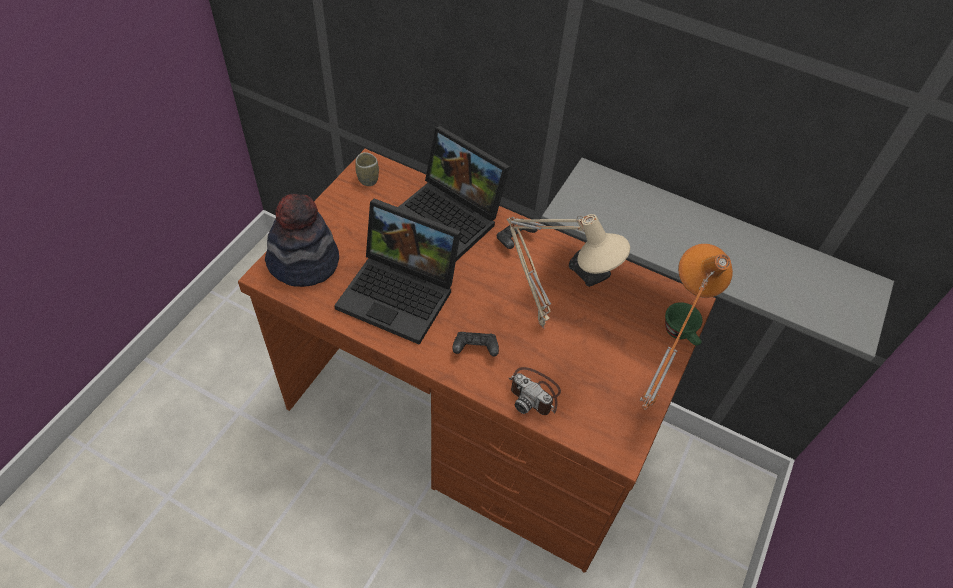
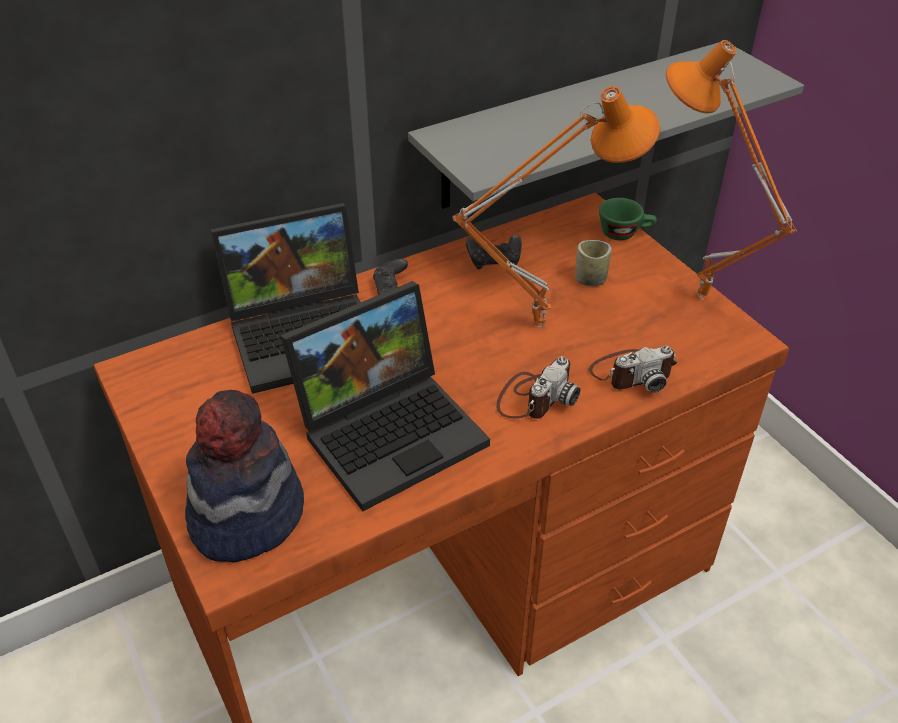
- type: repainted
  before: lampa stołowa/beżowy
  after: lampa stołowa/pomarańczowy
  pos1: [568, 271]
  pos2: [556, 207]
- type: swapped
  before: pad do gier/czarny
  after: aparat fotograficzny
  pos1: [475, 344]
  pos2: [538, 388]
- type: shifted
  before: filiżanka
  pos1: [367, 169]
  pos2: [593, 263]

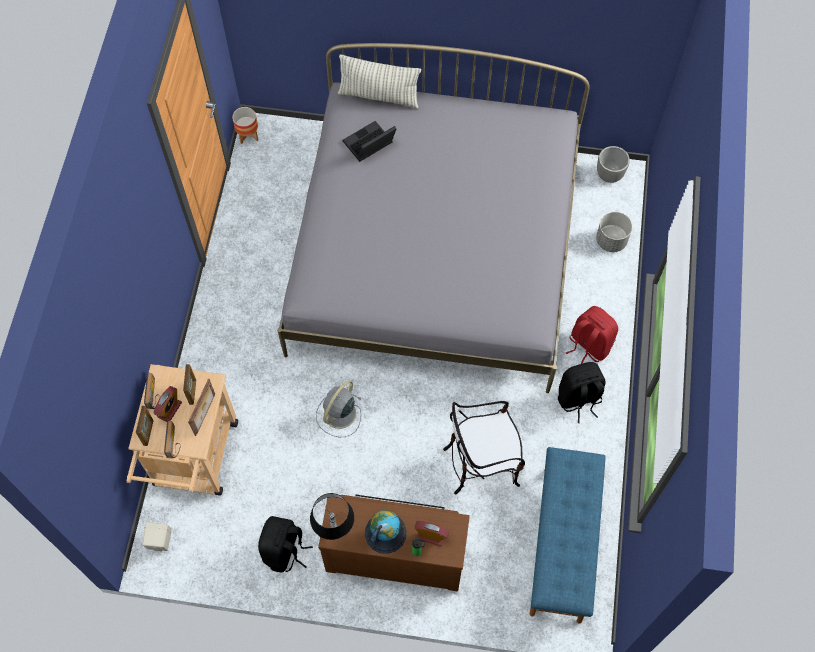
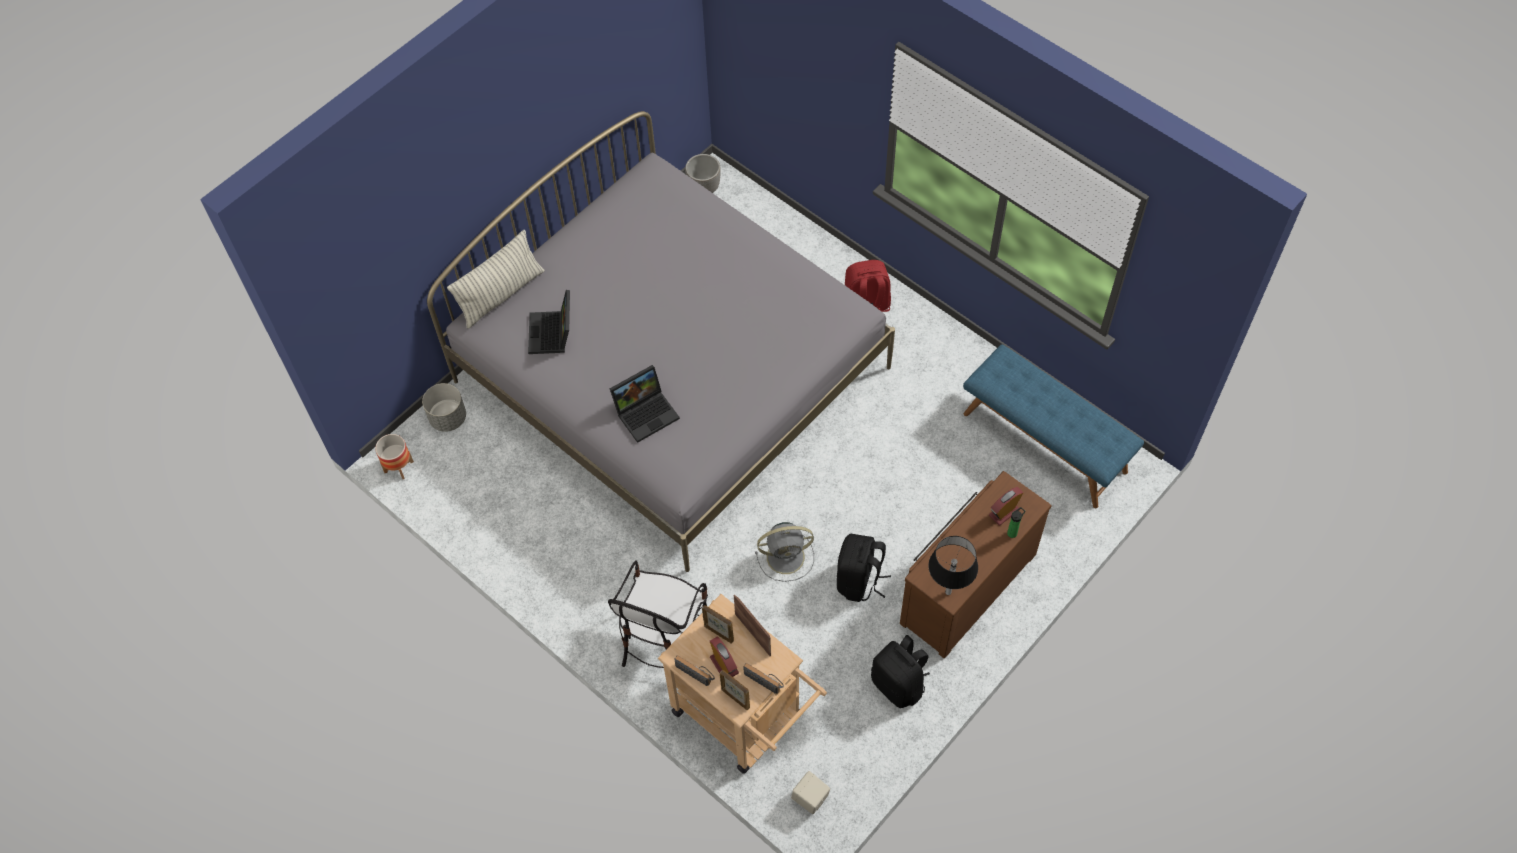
- type: shifted
  before: donica/szary
  pos1: [614, 232]
  pos2: [444, 407]
- type: shifted
  before: krzesło
  pos1: [484, 448]
  pos2: [658, 614]
- type: new
  after: laptop
  pos2: [645, 404]
- type: rotated
  before: wentylator/szary
  pos1: [338, 408]
  pos2: [784, 552]
  turn: -75
- type: shifted
  before: plecak/czarny
  pos1: [582, 392]
  pos2: [864, 568]
- type: gone
  before: globus
  pos1: [386, 532]

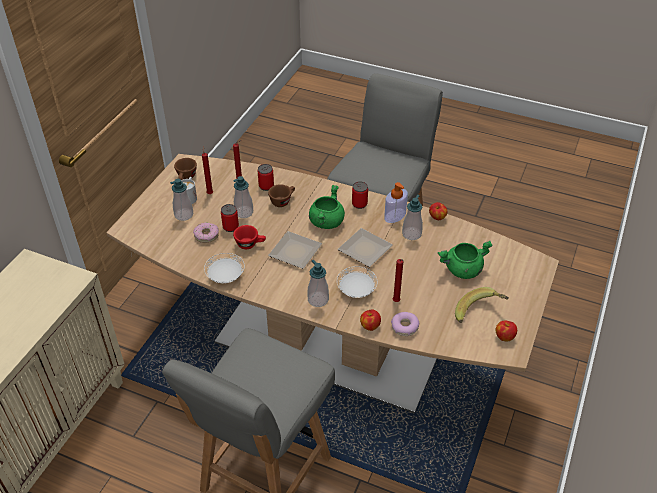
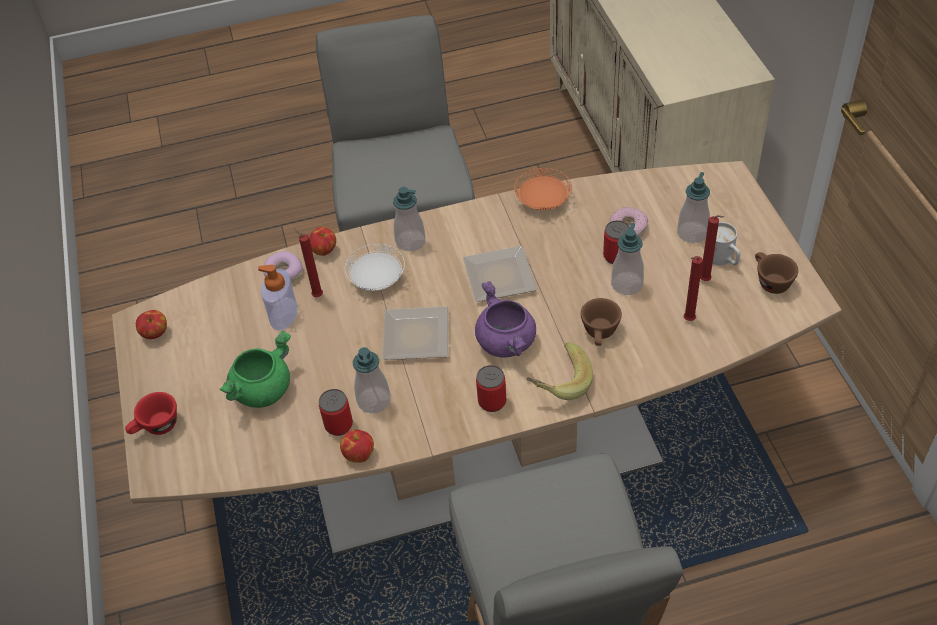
- type: shifted
  before: filiżanka/czerwony
  pos1: [249, 237]
  pos2: [151, 413]
- type: shifted
  before: dozownik mydła
  pos1: [396, 202]
  pos2: [278, 298]
- type: shifted
  before: puszka
  pos1: [266, 177]
  pos2: [336, 412]
- type: repainted
  before: garnek/zielony
  after: garnek/fioletowy
  pos1: [327, 207]
  pos2: [505, 319]
- type: repainted
  before: talerz/biały
  after: talerz/pomarańczowy
  pos1: [224, 268]
  pos2: [543, 189]
- type: shifted
  before: banan
  pos1: [482, 305]
  pos2: [560, 371]

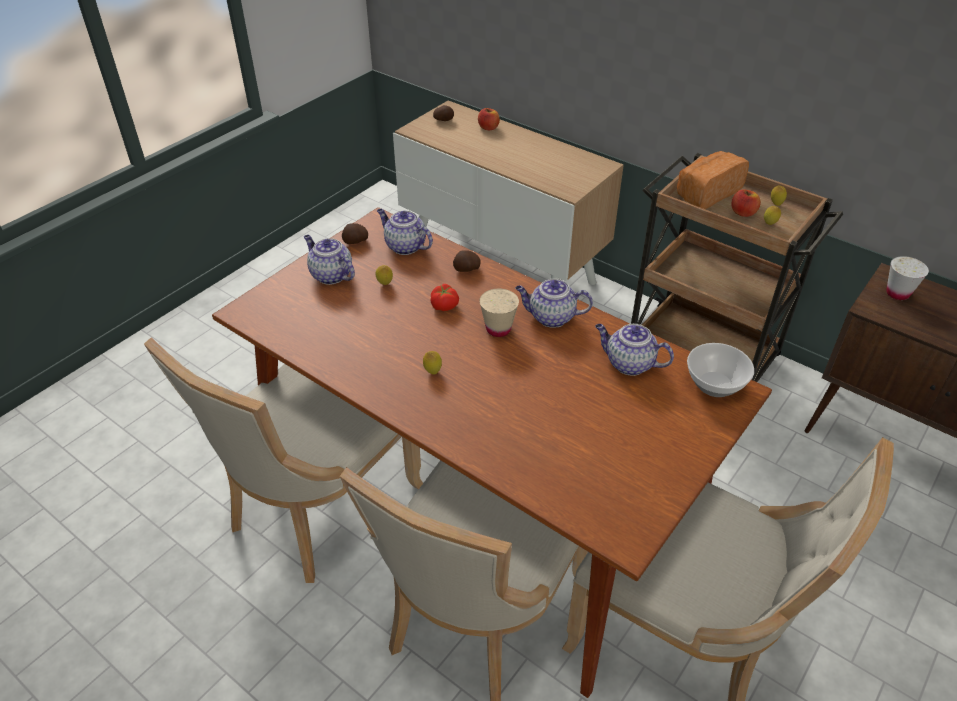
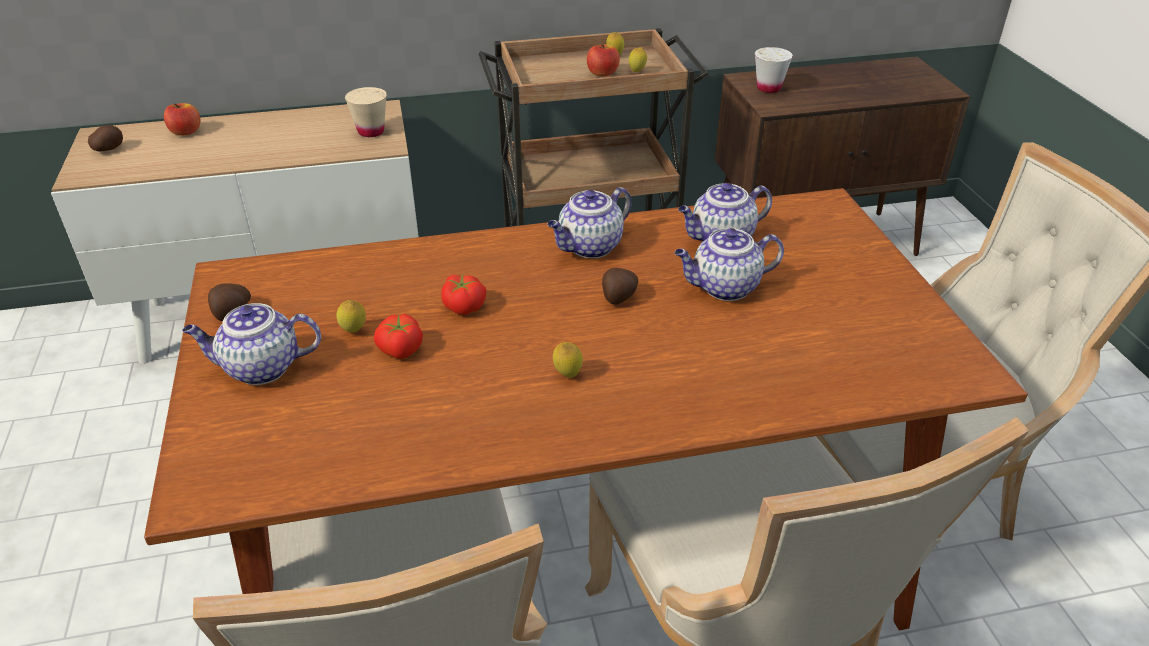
- type: shifted
  before: filiżanka/beżowy
  pos1: [499, 313]
  pos2: [366, 112]
- type: new
  after: pomidor
  pos2: [398, 336]
- type: shifted
  before: ziemniak
  pos1: [467, 261]
  pos2: [620, 286]
- type: shifted
  before: imbryk
  pos1: [405, 232]
  pos2: [729, 264]
- type: gone
  before: chleb
  pos1: [713, 180]
- type: gone
  before: miska
  pos1: [720, 370]

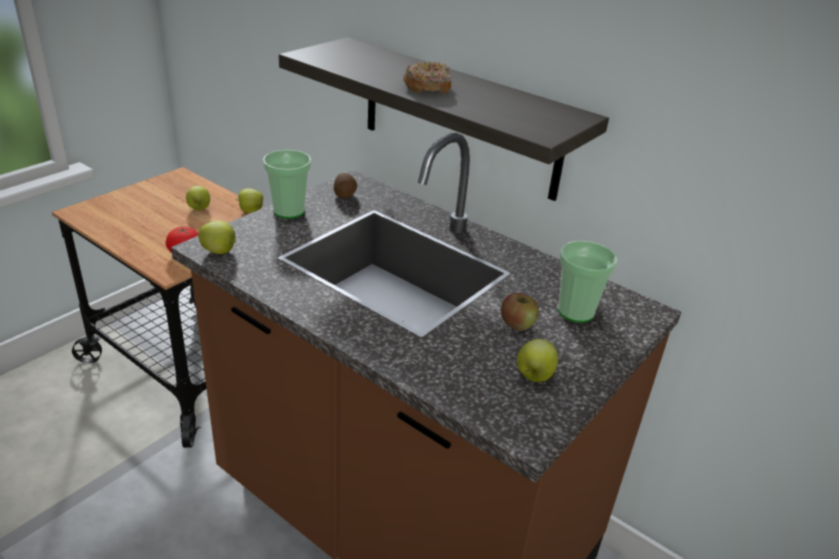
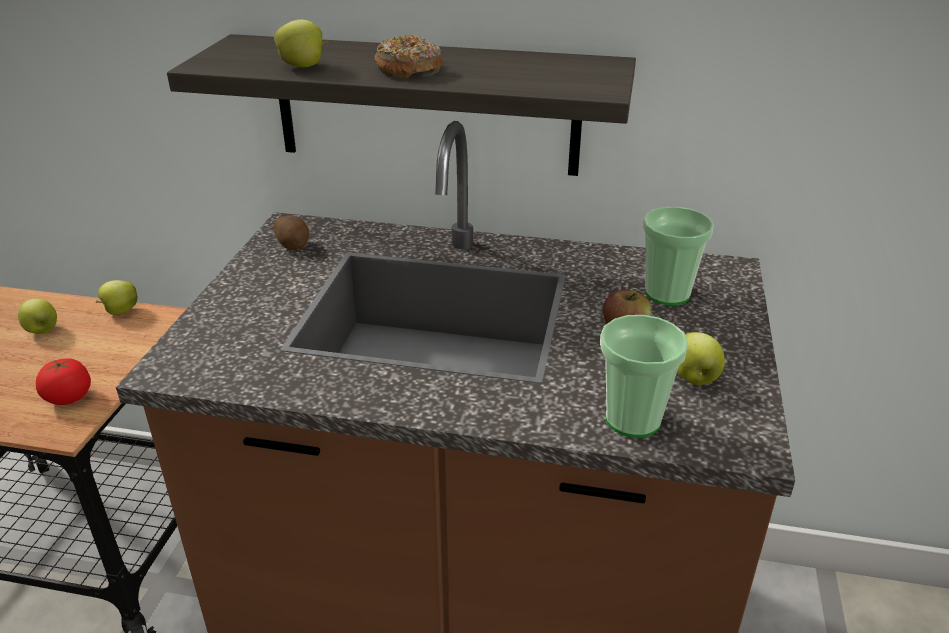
- type: shifted
  before: jabłko
  pos1: [217, 237]
  pos2: [301, 43]
- type: shifted
  before: filiżanka
  pos1: [287, 184]
  pos2: [644, 376]

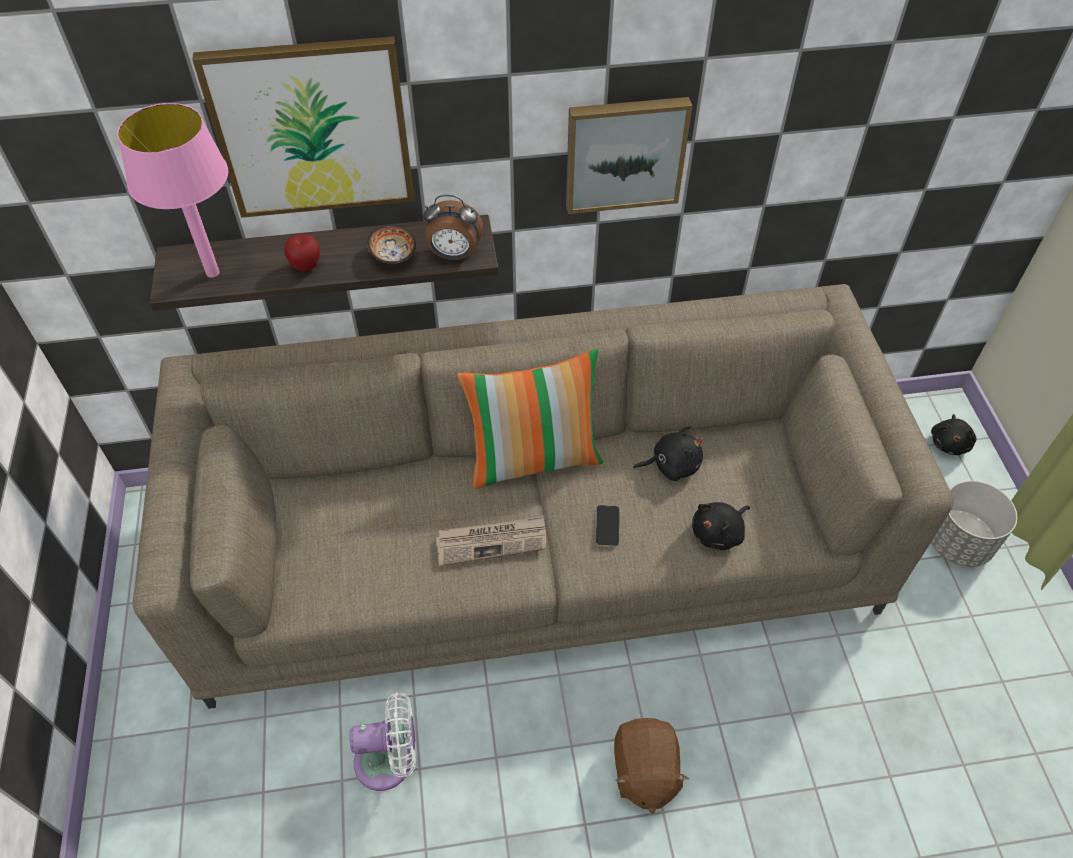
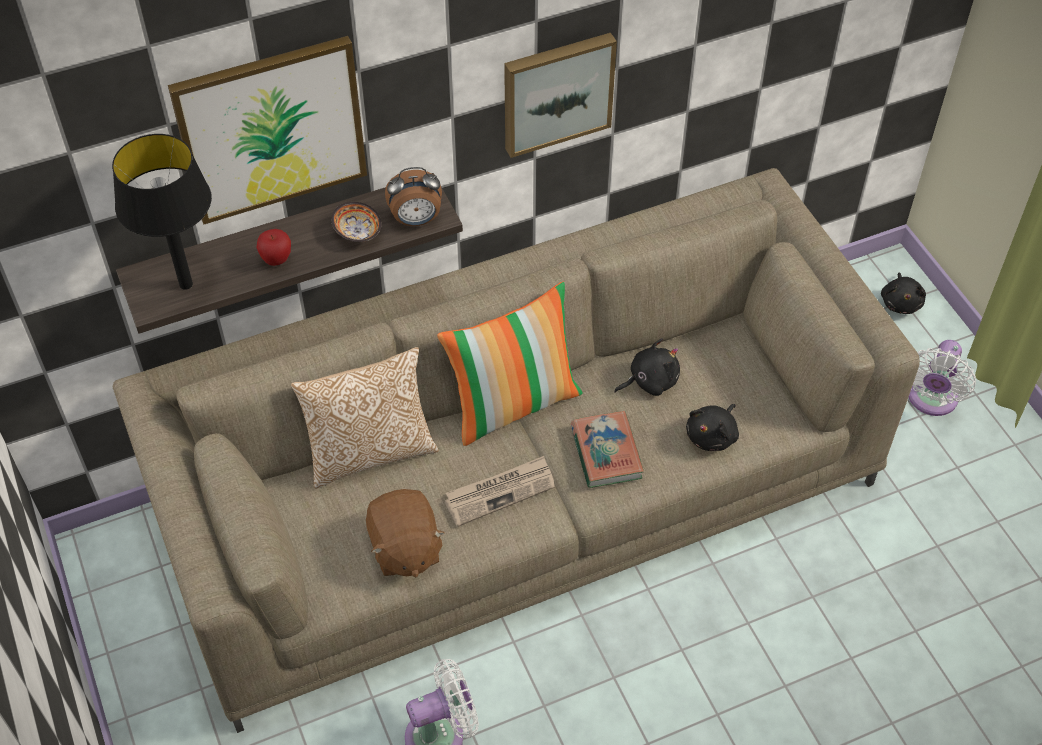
- type: repainted
  before: lampa stołowa/różowy
  after: lampa stołowa/czarny
  pos1: [172, 190]
  pos2: [162, 212]
- type: new
  after: poduszka
  pos2: [365, 417]
- type: shifted
  before: pluszak/brązowy
  pos1: [651, 766]
  pos2: [405, 533]
- type: swapped
  before: telefon
  after: książka
  pos1: [608, 525]
  pos2: [607, 449]
- type: swapped
  before: donica/szary
  after: wentylator/biały
  pos1: [974, 524]
  pos2: [942, 378]

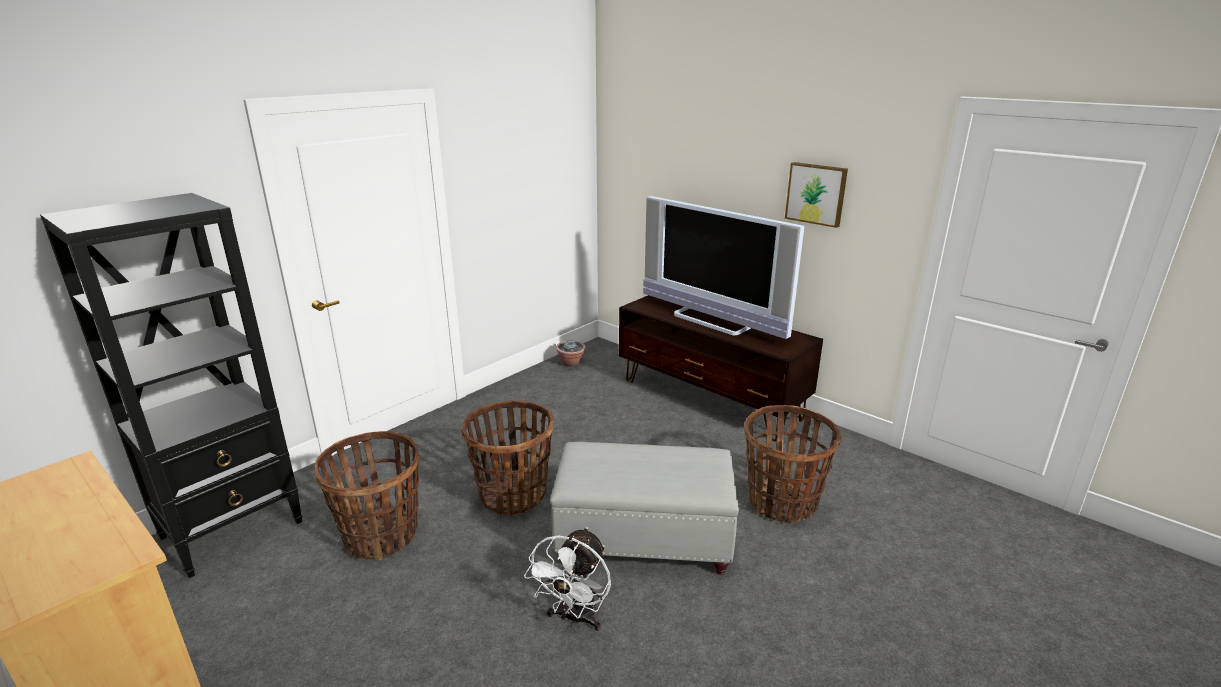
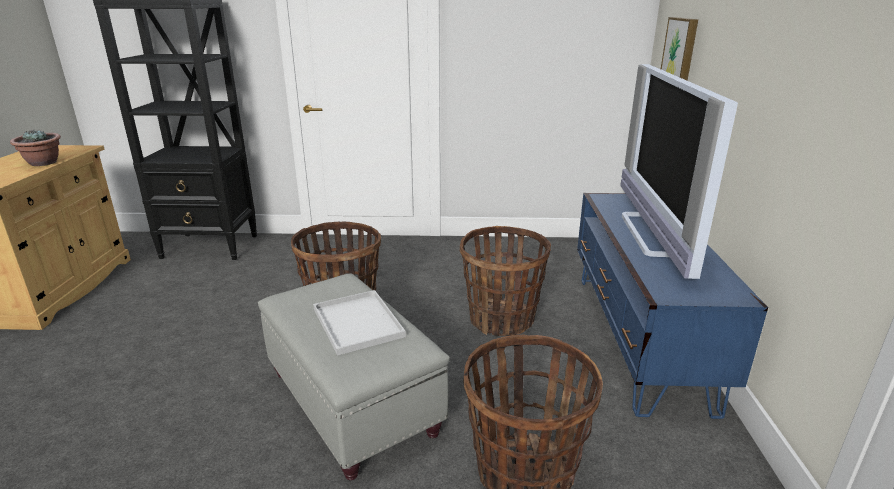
- type: shifted
  before: roślina doniczkowa
  pos1: [571, 354]
  pos2: [35, 148]
- type: new
  after: taca/biały
  pos2: [359, 323]
- type: shifted
  before: koszyk
  pos1: [367, 495]
  pos2: [505, 281]
- type: repainted
  before: szafka pod telewizor/brązowy
  after: szafka pod telewizor/niebieski
  pos1: [721, 368]
  pos2: [672, 306]
- type: shifted
  before: obraz
  pos1: [816, 195]
  pos2: [679, 49]
- type: gone
  before: wentylator/biały
  pos1: [567, 579]

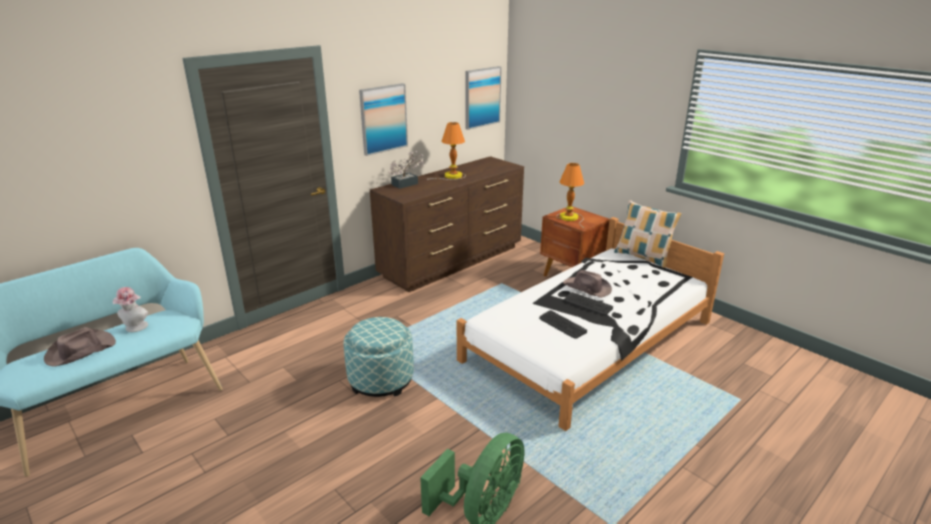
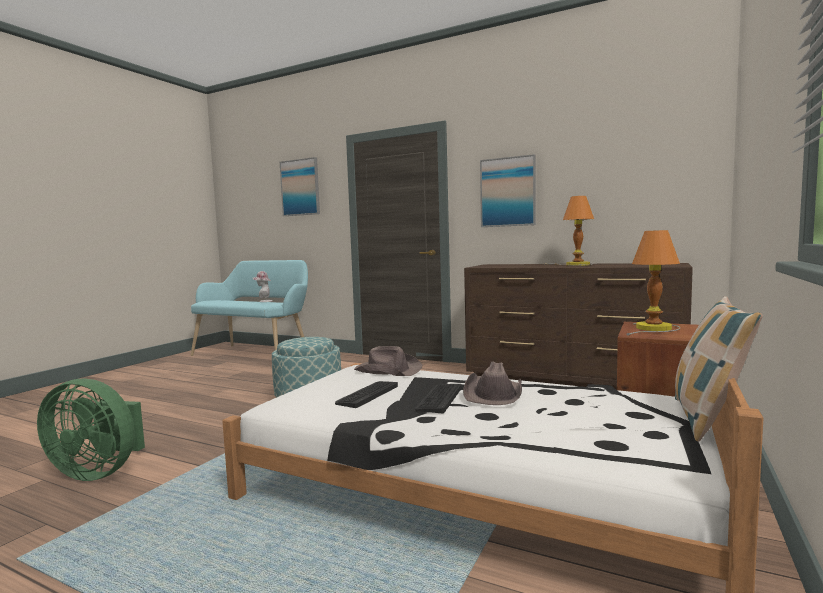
- type: shifted
  before: obraz
  pos1: [484, 98]
  pos2: [300, 186]
- type: shifted
  before: kapelusz/brązowy
  pos1: [80, 347]
  pos2: [388, 361]
- type: gone
  before: roślina doniczkowa
  pos1: [406, 170]

